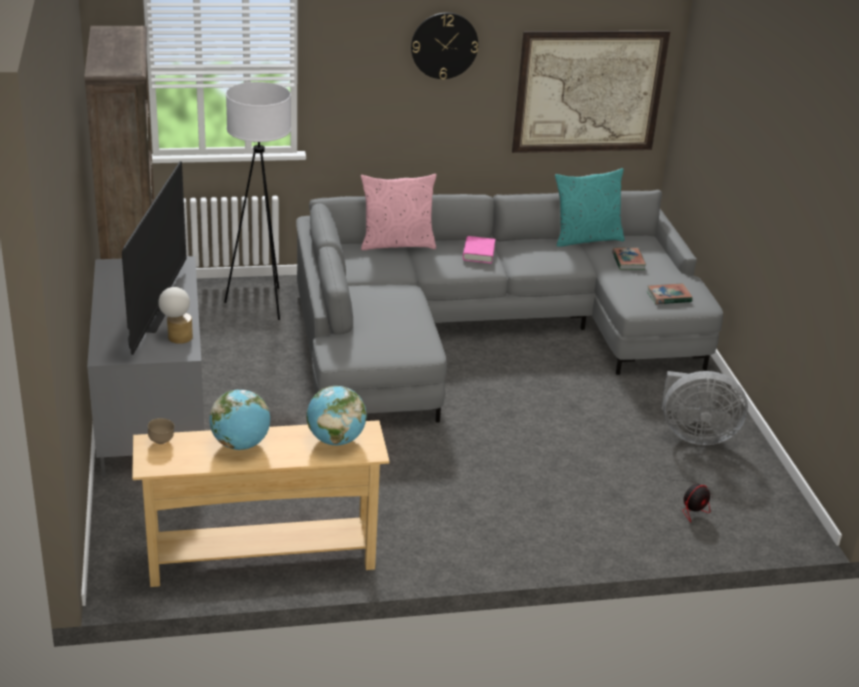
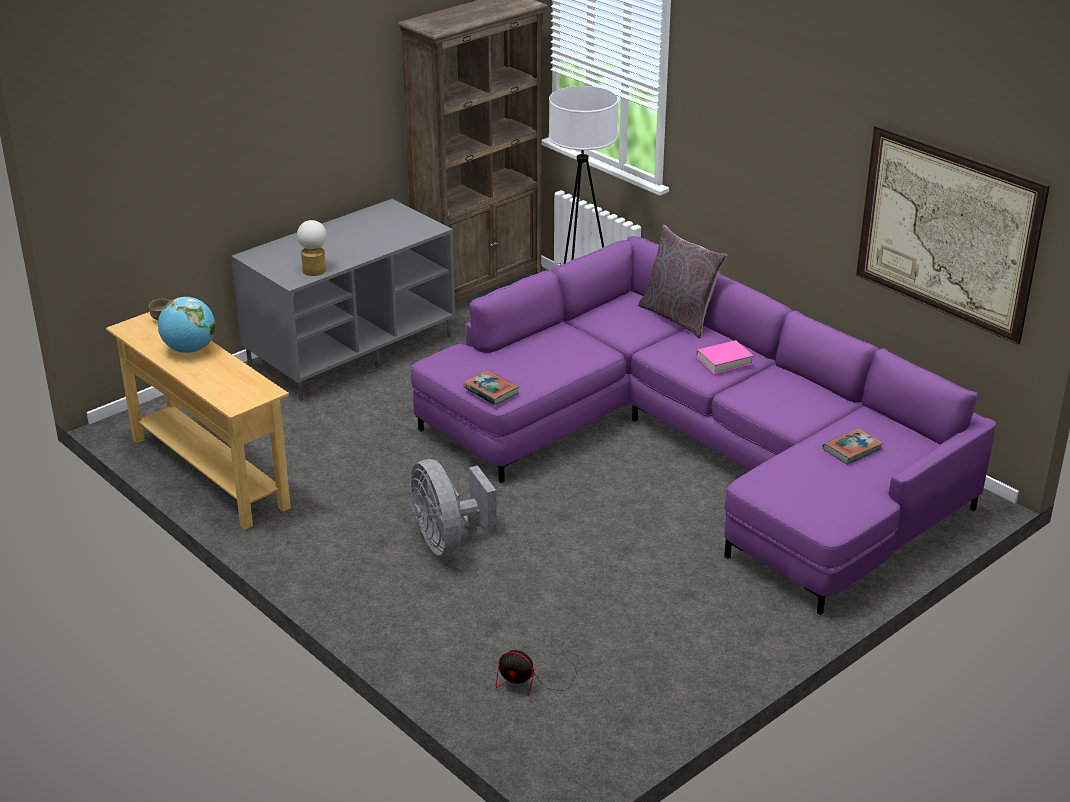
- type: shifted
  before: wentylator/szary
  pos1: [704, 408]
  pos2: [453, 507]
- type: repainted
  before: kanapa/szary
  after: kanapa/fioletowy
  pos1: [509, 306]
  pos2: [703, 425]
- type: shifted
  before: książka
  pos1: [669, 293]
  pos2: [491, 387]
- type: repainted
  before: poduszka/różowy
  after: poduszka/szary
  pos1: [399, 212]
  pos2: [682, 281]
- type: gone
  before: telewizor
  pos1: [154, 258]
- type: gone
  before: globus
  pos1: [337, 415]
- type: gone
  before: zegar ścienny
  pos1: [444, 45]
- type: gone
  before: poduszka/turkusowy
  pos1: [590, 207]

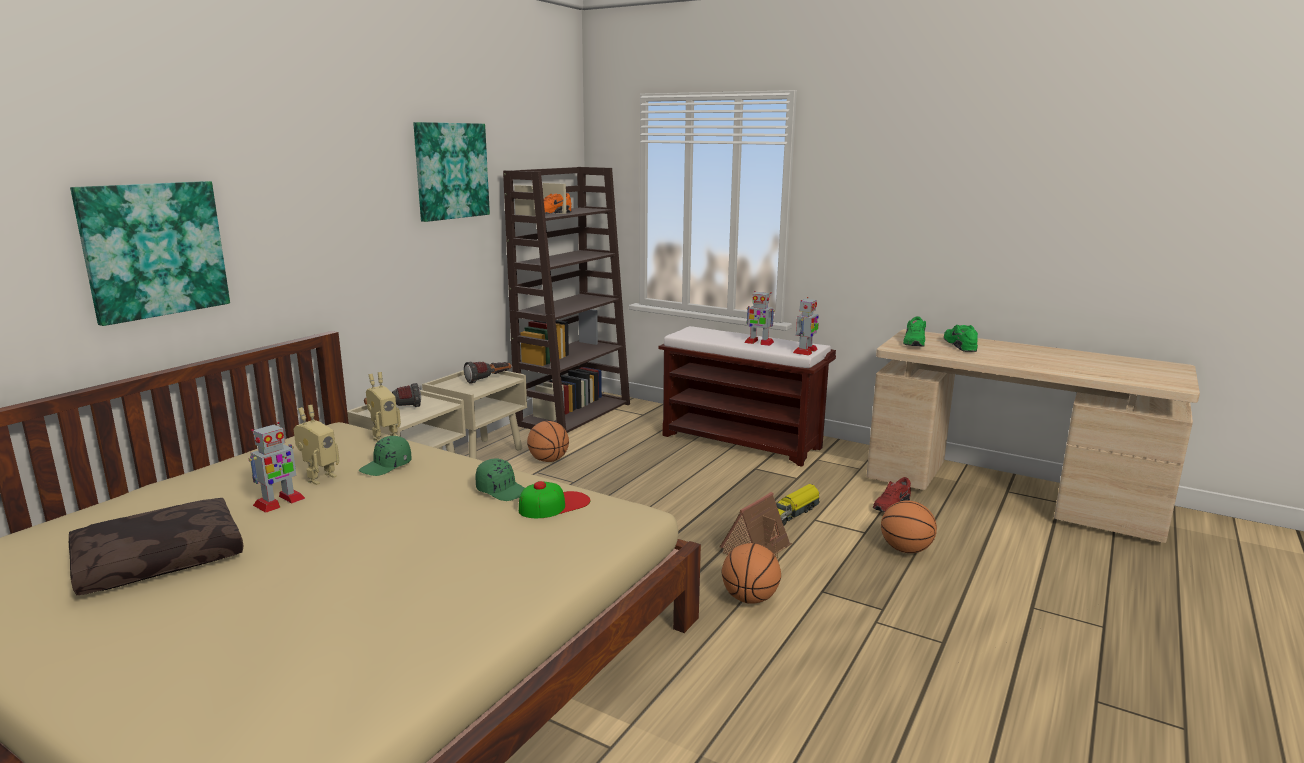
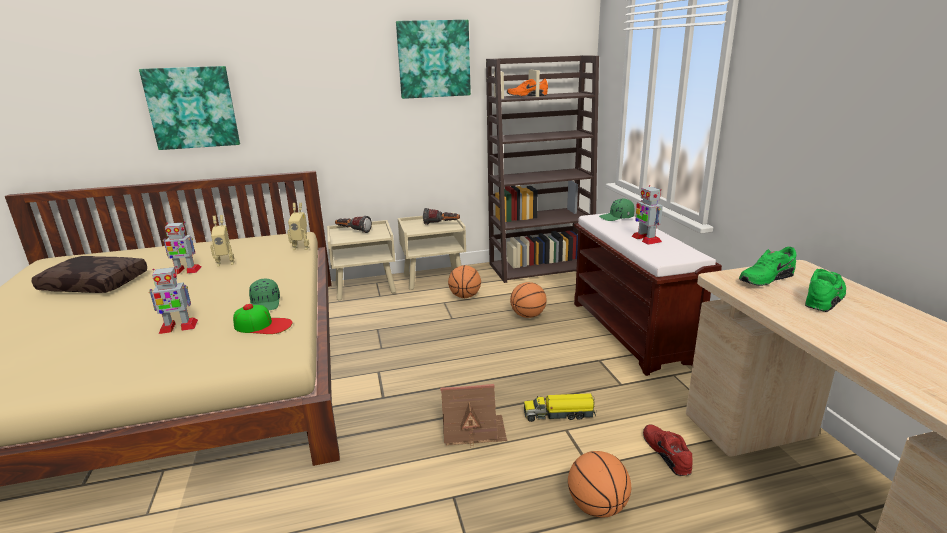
- type: shifted
  before: robot zabawkowy
  pos1: [806, 326]
  pos2: [173, 300]
- type: shifted
  before: piłka do koszykówki
  pos1: [751, 573]
  pos2: [528, 300]
- type: shifted
  before: czapka z daszkiem/zielony
  pos1: [385, 456]
  pos2: [617, 210]
- type: rotated
  before: but/czerwony
  pos1: [892, 494]
  pos2: [668, 450]
  turn: 75

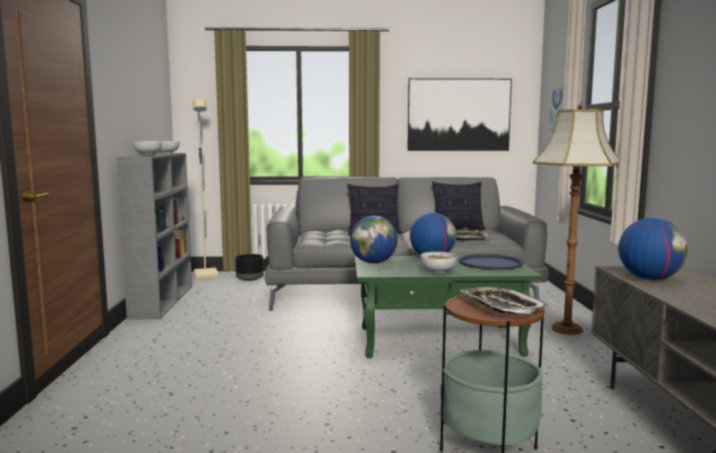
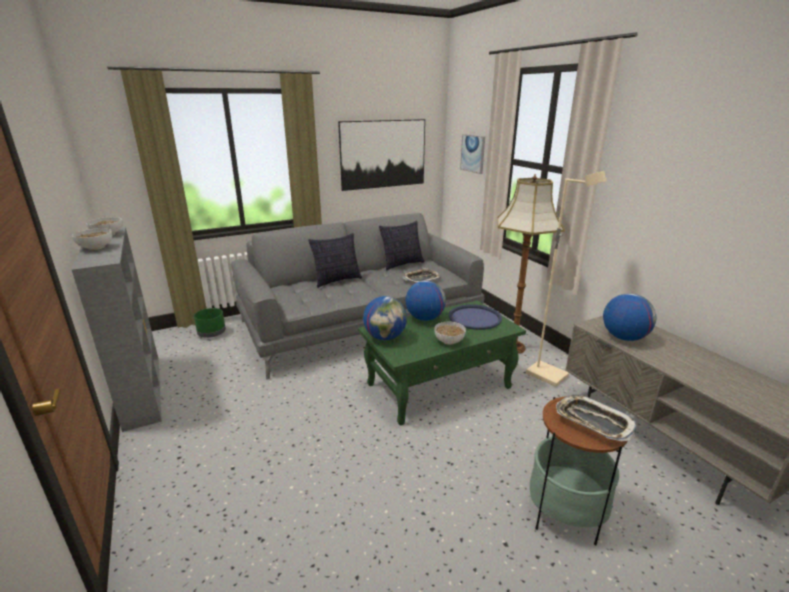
- type: repainted
  before: donica/czarny
  after: donica/zielony
  pos1: [249, 267]
  pos2: [210, 323]
- type: shifted
  before: lampa stojąca/beżowy
  pos1: [206, 189]
  pos2: [566, 279]

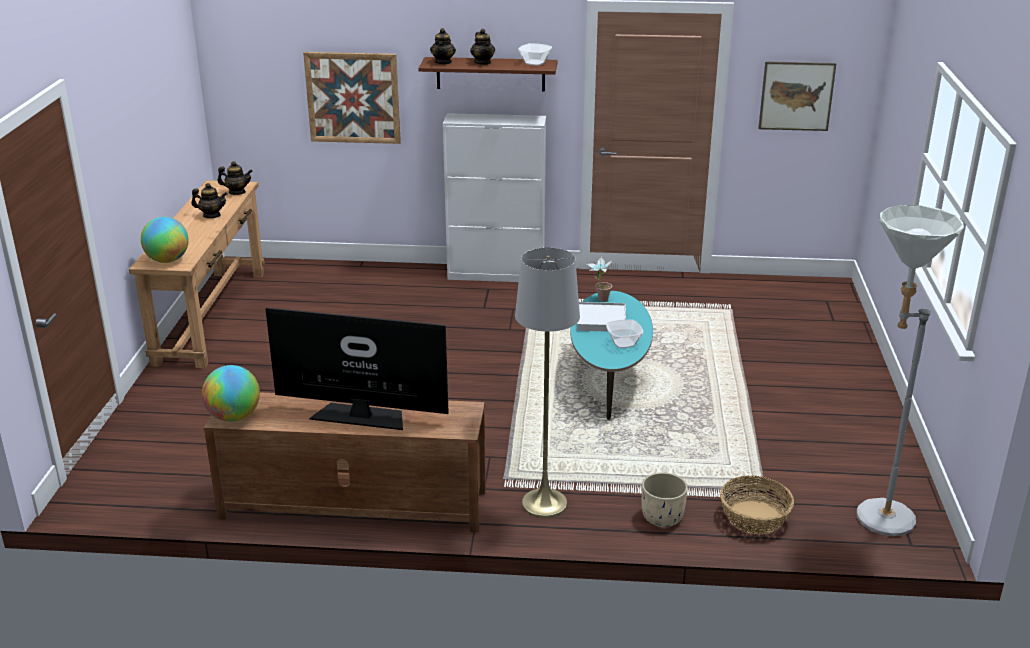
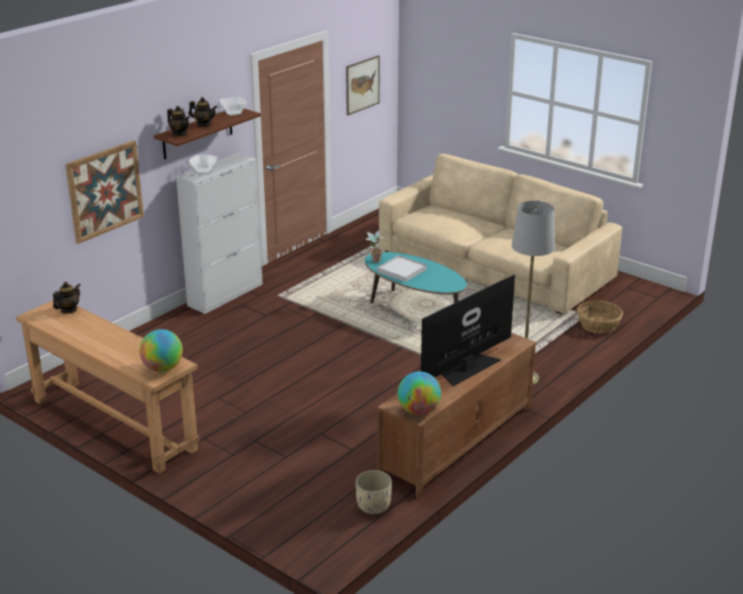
- type: shifted
  before: miska
  pos1: [624, 333]
  pos2: [203, 164]
- type: shifted
  before: donica/beżowy
  pos1: [665, 499]
  pos2: [374, 492]
- type: new
  after: kanapa/beżowy
  pos2: [500, 234]
- type: gone
  before: imbryk
  pos1: [209, 200]
- type: gone
  before: lampa stojąca/szary
  pos1: [910, 370]

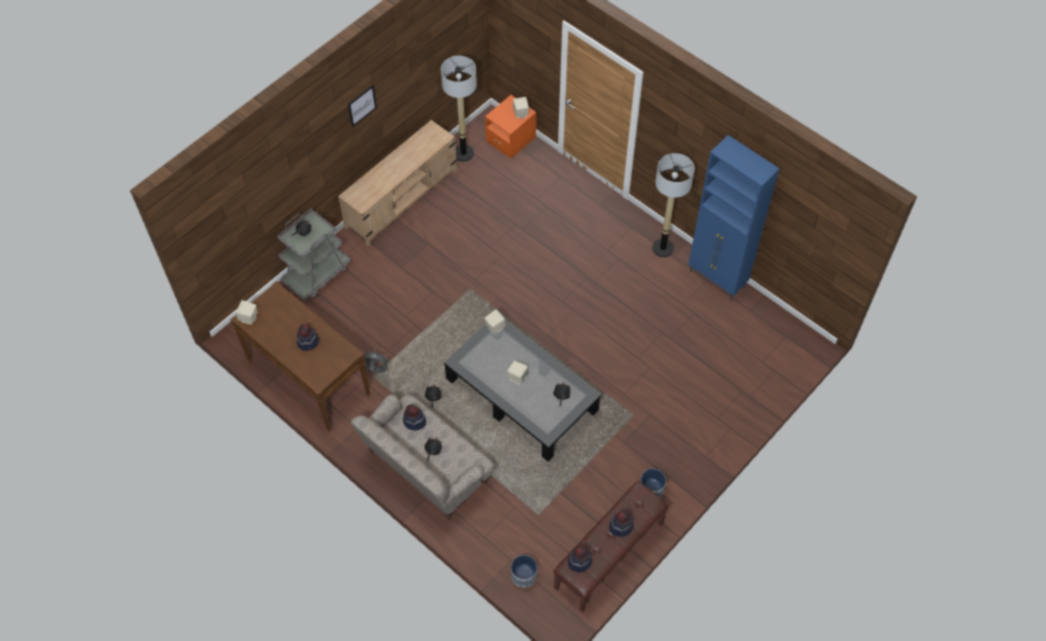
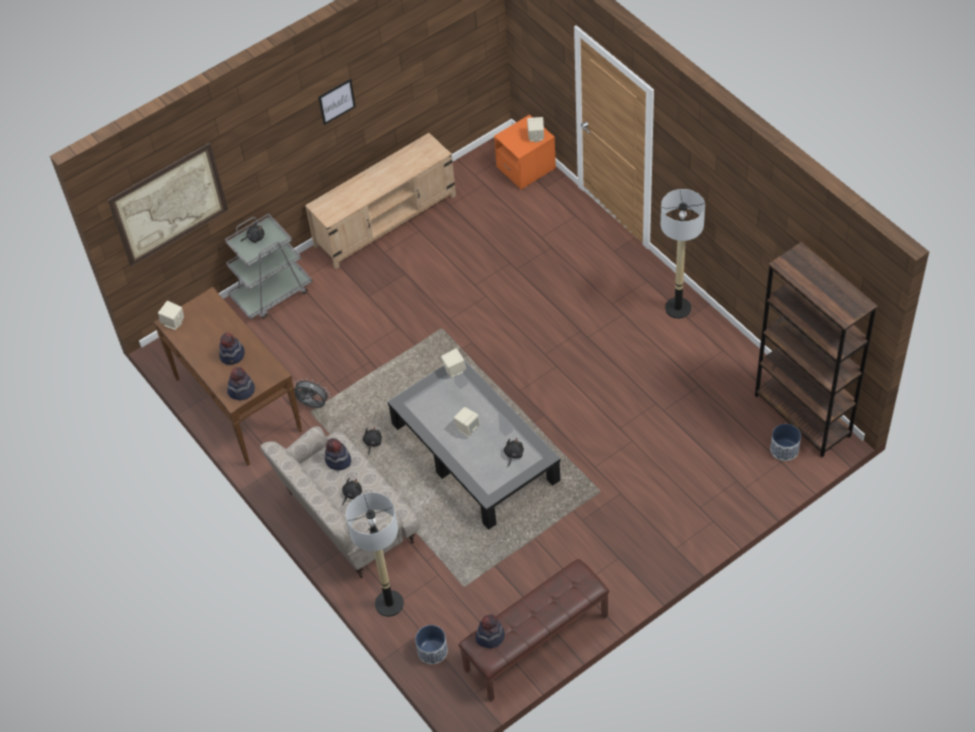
- type: new
  after: obraz
  pos2: [168, 204]
- type: shifted
  before: kapelusz
  pos1: [621, 523]
  pos2: [241, 383]
- type: shifted
  before: lampa stojąca
  pos1: [459, 109]
  pos2: [375, 554]
- type: new
  after: regał/brązowy
  pos2: [816, 349]
- type: shifted
  before: donica
  pos1: [653, 483]
  pos2: [785, 442]
- type: gone
  before: szafka/niebieski
  pos1: [734, 218]

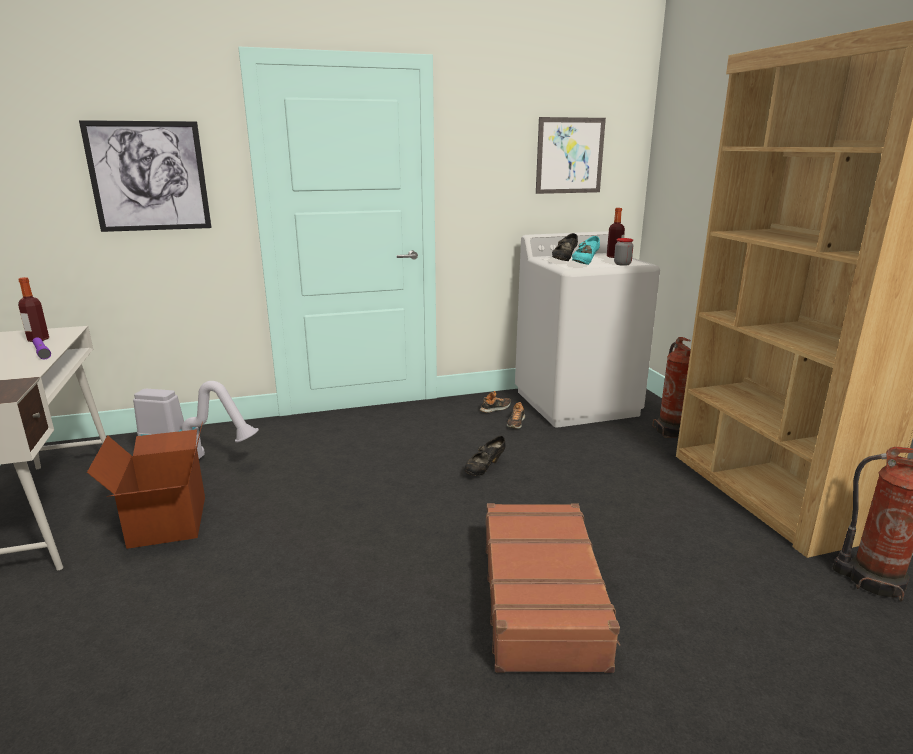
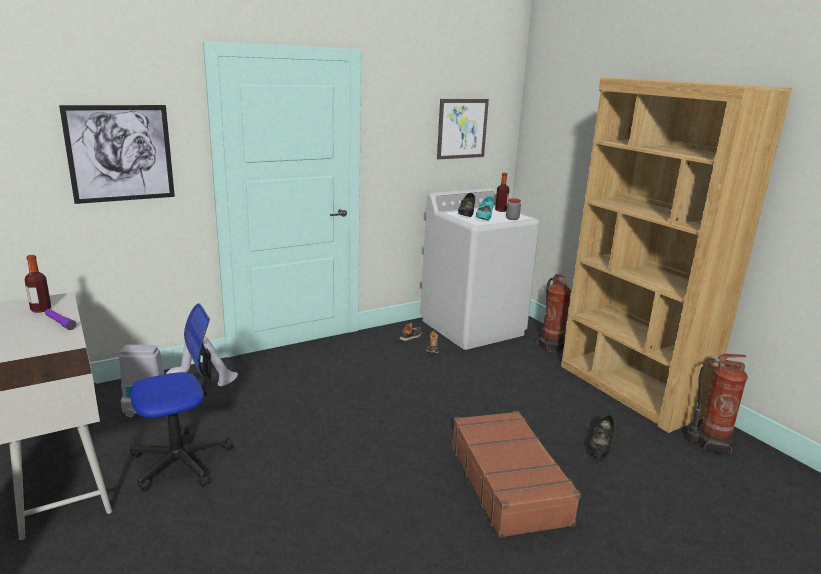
- type: swapped
  before: karton
  after: krzesło biurowe
  pos1: [146, 485]
  pos2: [181, 397]
- type: shifted
  before: but/czarny
  pos1: [485, 456]
  pos2: [601, 436]

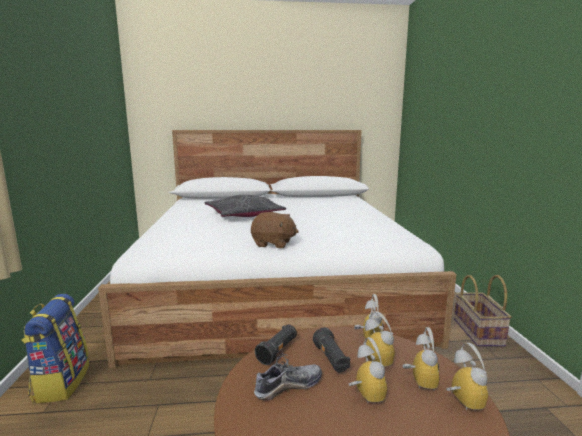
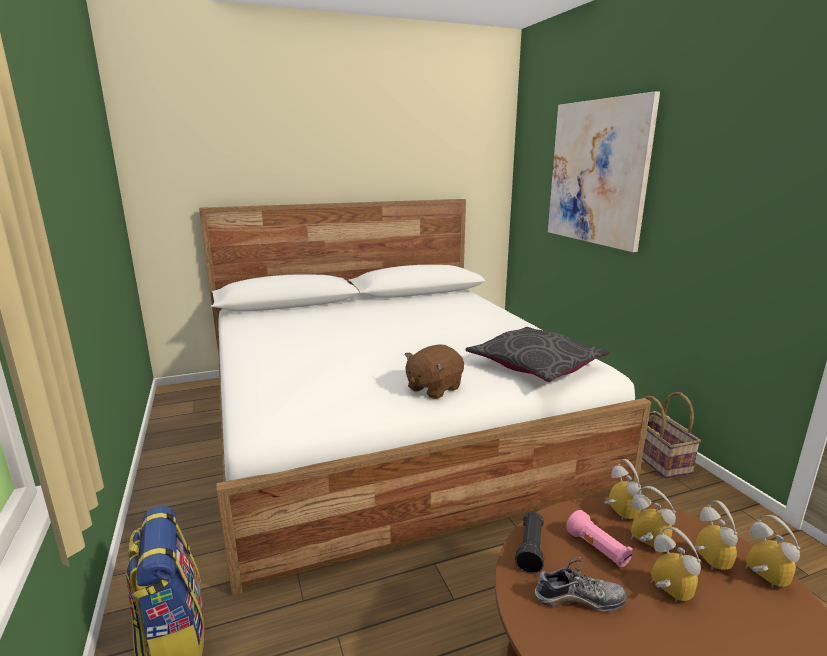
- type: rotated
  before: pluszak/brązowy
  pos1: [275, 230]
  pos2: [434, 371]
  turn: 135
- type: shifted
  before: poduszka/szary
  pos1: [245, 206]
  pos2: [537, 354]
- type: rotated
  before: but
  pos1: [288, 376]
  pos2: [581, 584]
  turn: 45
- type: new
  after: obraz
  pos2: [604, 171]
- type: repainted
  before: latarka/czarny
  after: latarka/różowy
  pos1: [331, 350]
  pos2: [599, 538]

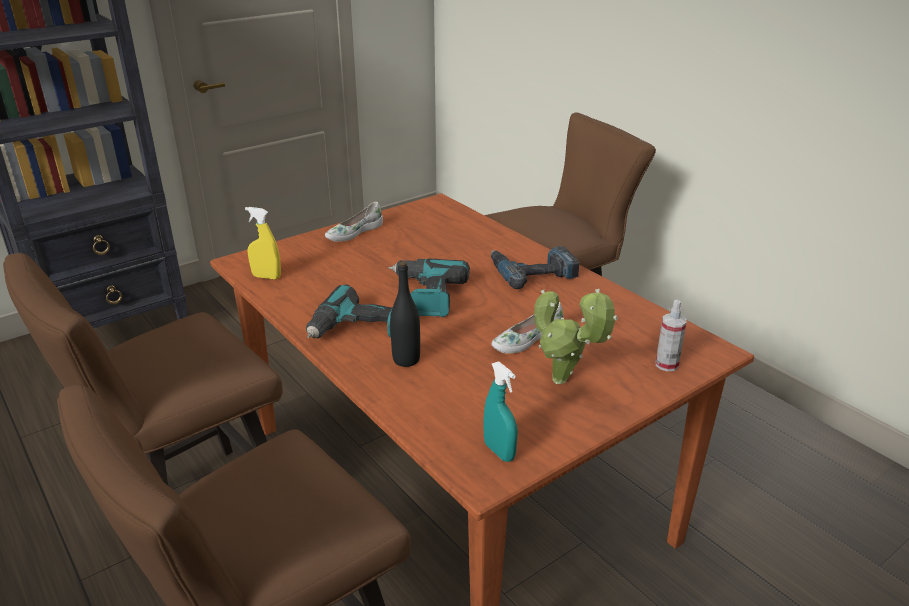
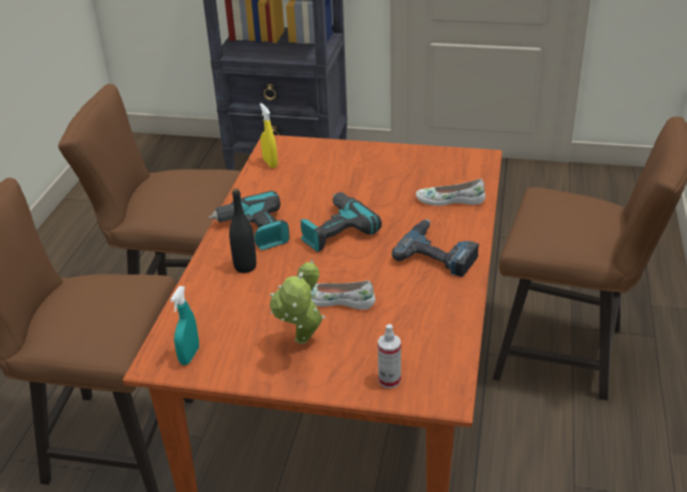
- type: shifted
  before: but/biały
  pos1: [354, 222]
  pos2: [451, 192]

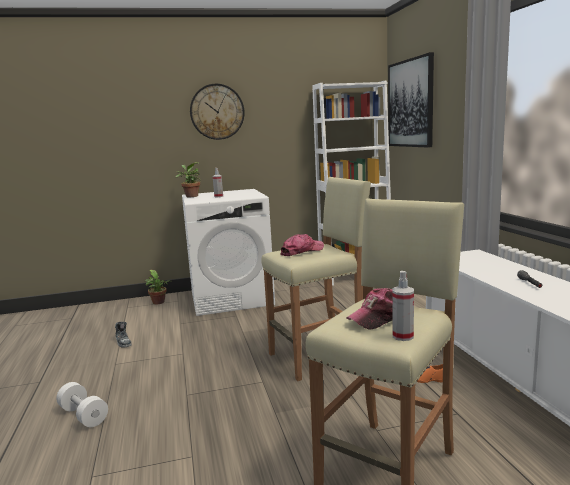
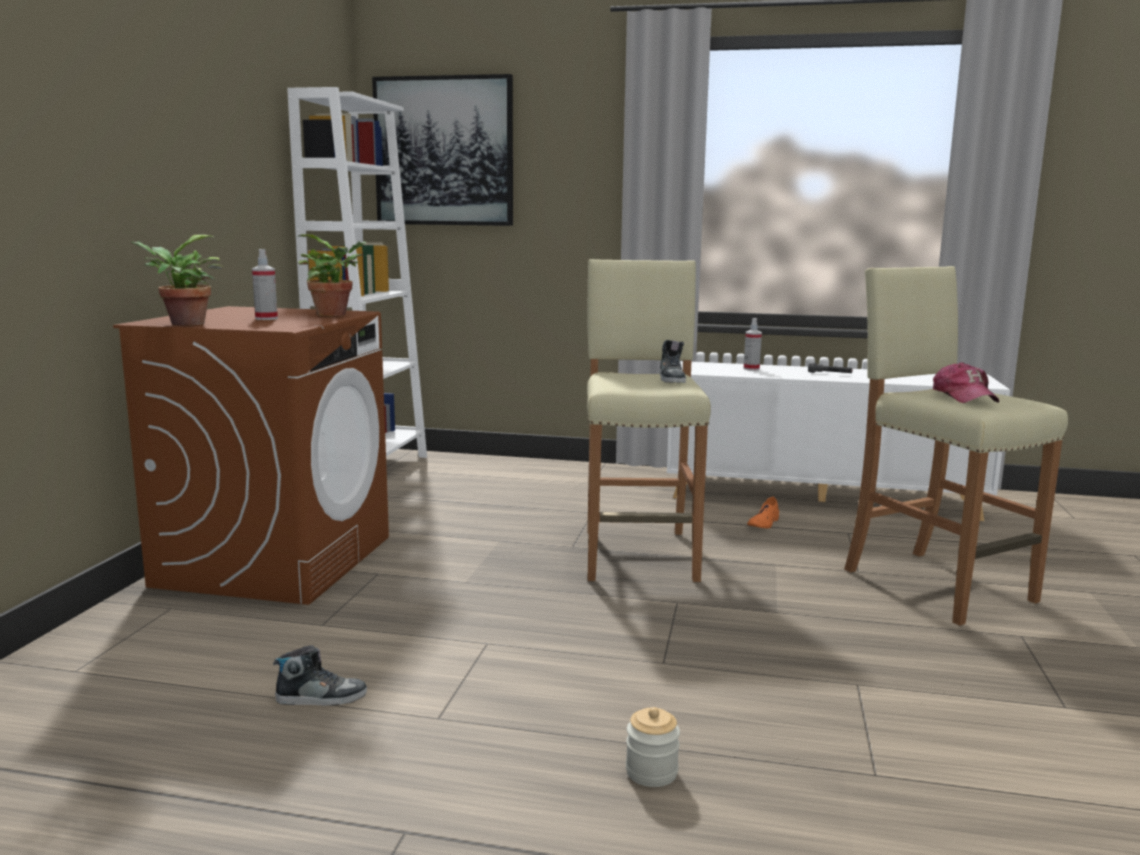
- type: repainted
  before: pralka/biały
  after: pralka/brązowy
  pos1: [228, 252]
  pos2: [251, 455]
- type: shifted
  before: roślina doniczkowa
  pos1: [157, 287]
  pos2: [331, 275]
- type: swapped
  before: hantel/biały
  after: słoik
  pos1: [82, 404]
  pos2: [653, 747]
- type: new
  after: but
  pos2: [672, 361]
- type: shifted
  before: spryskiwacz
  pos1: [403, 306]
  pos2: [753, 344]
- type: gone
  before: zegar ścienny
  pos1: [217, 112]
- type: gone
  before: czapka z daszkiem
  pos1: [302, 245]

